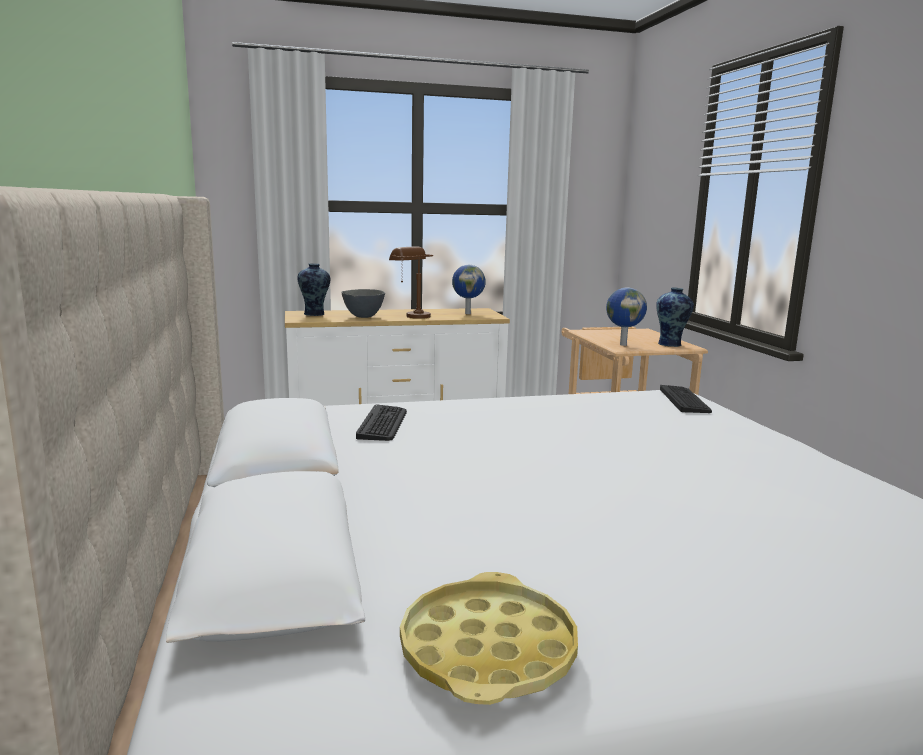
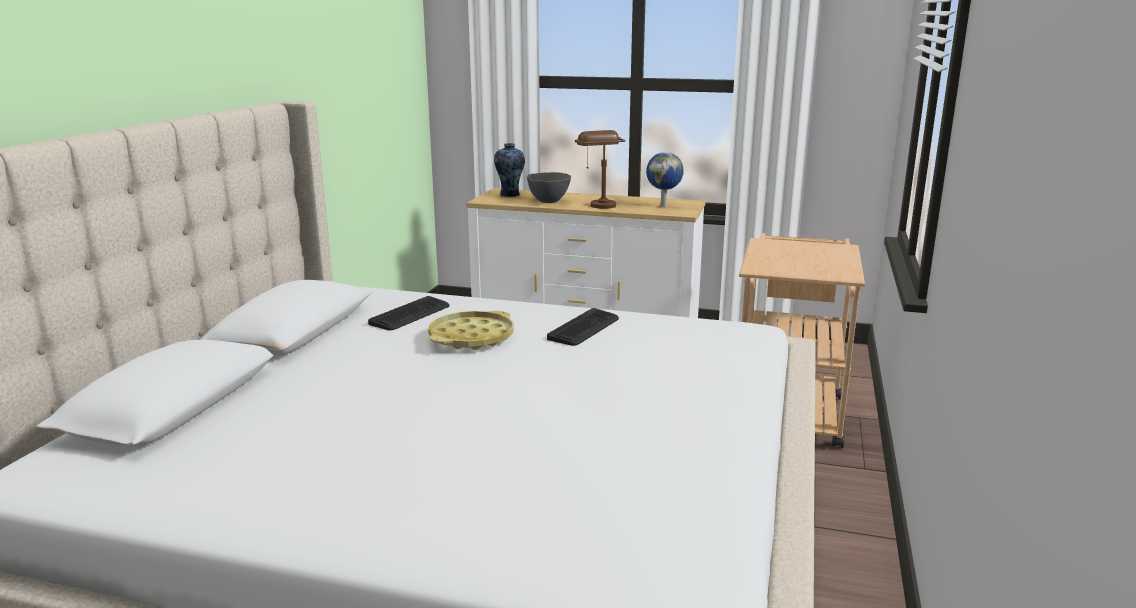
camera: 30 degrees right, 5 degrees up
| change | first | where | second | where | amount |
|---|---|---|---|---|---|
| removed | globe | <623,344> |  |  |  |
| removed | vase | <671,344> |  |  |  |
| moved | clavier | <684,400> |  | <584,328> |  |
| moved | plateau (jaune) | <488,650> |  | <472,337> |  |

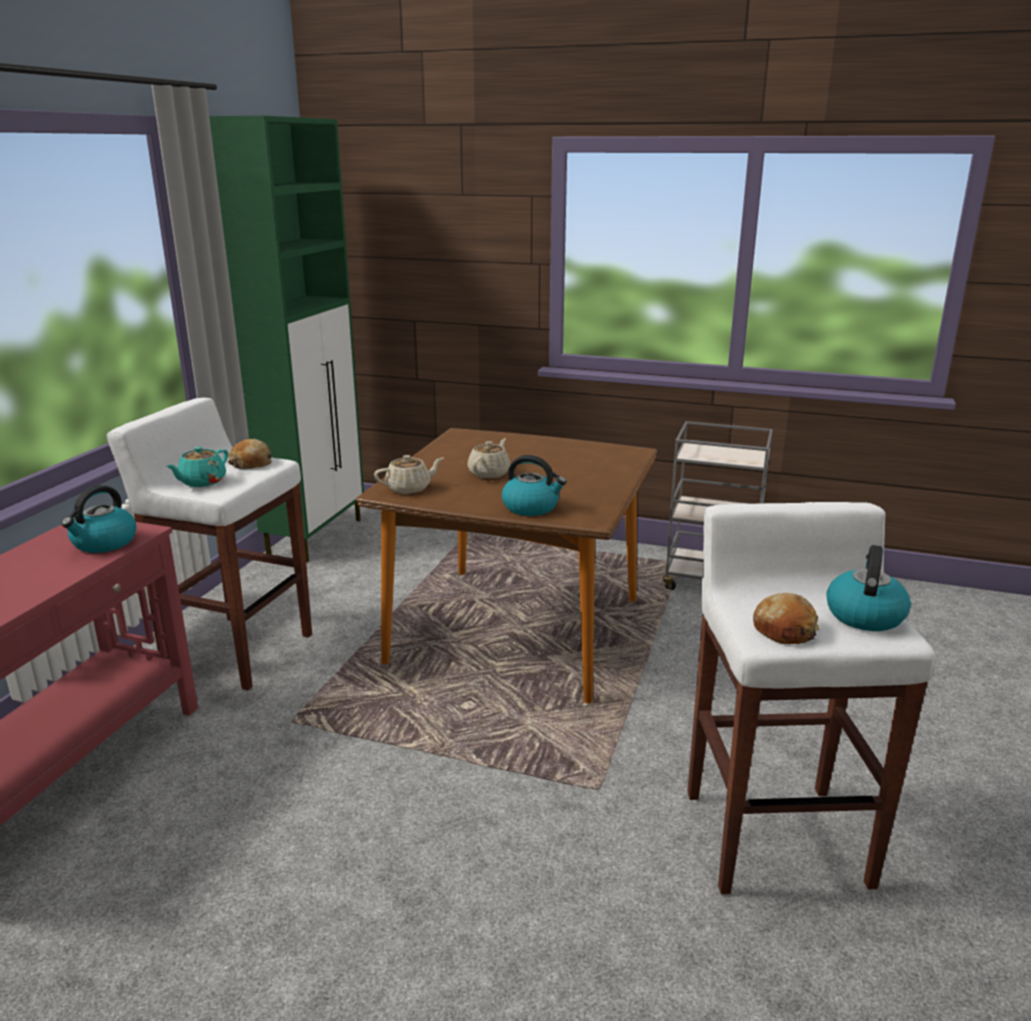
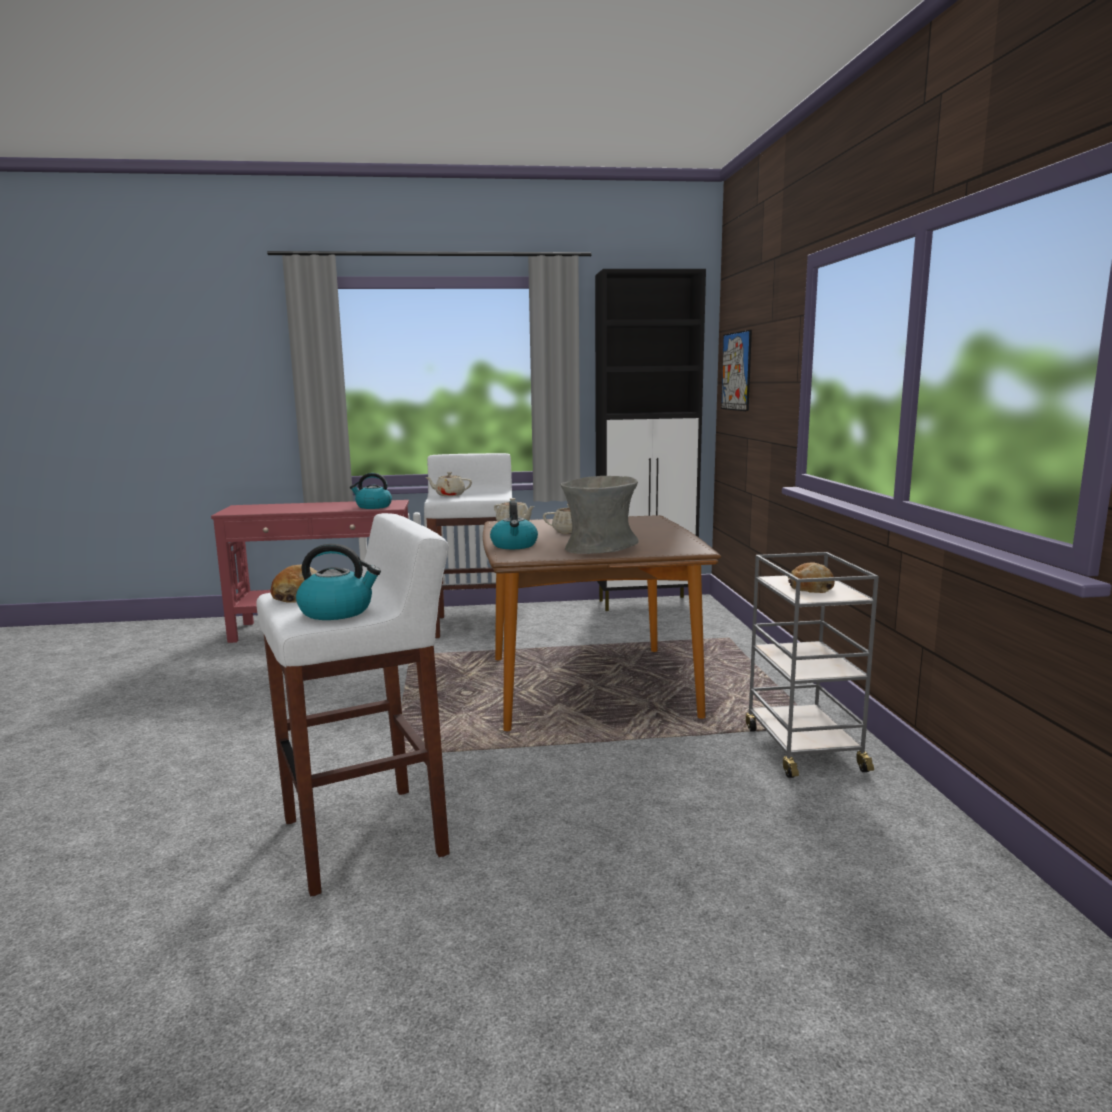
camera: 65 degrees right, 10 degrees down
| change | first | where | second | where | amount |
|---|---|---|---|---|---|
| recoloured | meuble de rangement (vert) | <316,536> | meuble de rangement (noir) | <646,603> |  |
| moved | pain | <251,463> |  | <811,588> |  |
| recoloured | théière (turquoise) | <201,482> | théière (beige) | <449,495> |  |
| added |  |  | tableau | <736,371> |  |
| added |  |  | vase (gris) | <599,549> |  |

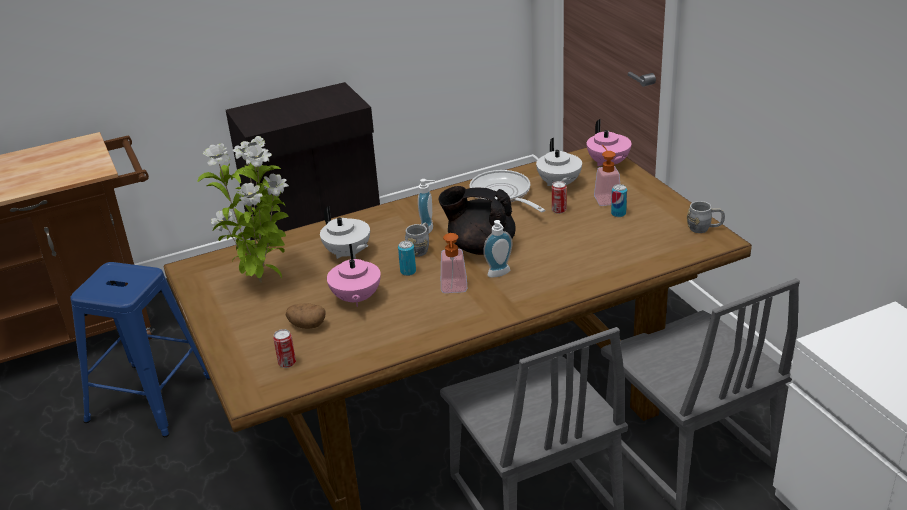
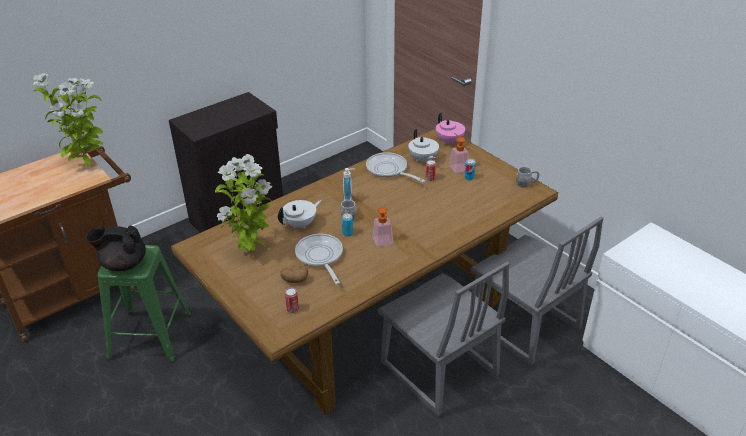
camera: 15 degrees left, 5 degrees up
| change | first | where | second | where | amount |
|---|---|---|---|---|---|
| moved | théière (noir) | <480,247> |  | <123,263> |  |
| turned | théière (blanc) | <347,254> |  | <301,224> | 75 degrees counterclockwise |
| removed | distributeur de savon | <500,274> |  |  |  |
| replaced | théière (rose) | <356,299> | poêle | <320,257> |  |
| recoloured | tabouret (bleu) | <147,399> | tabouret (vert) | <149,336> |  |
| added |  |  | plante en pot | <87,165> |  |

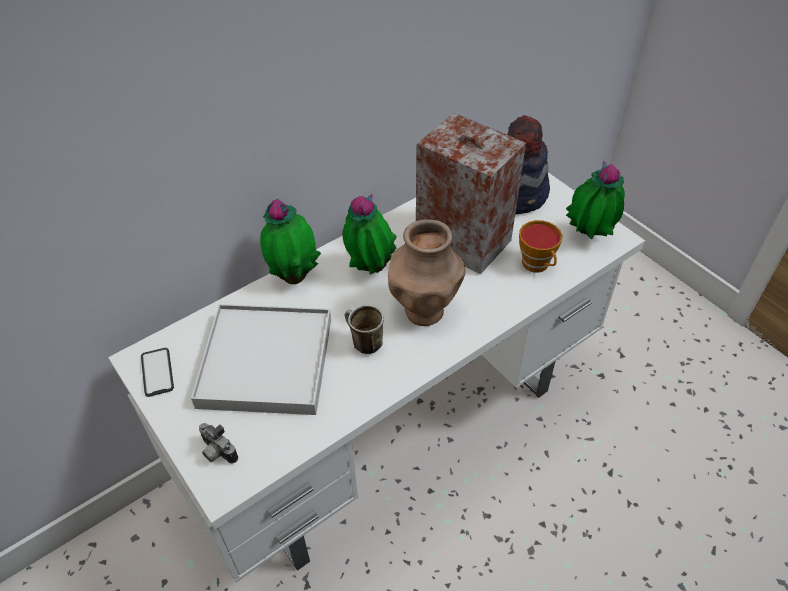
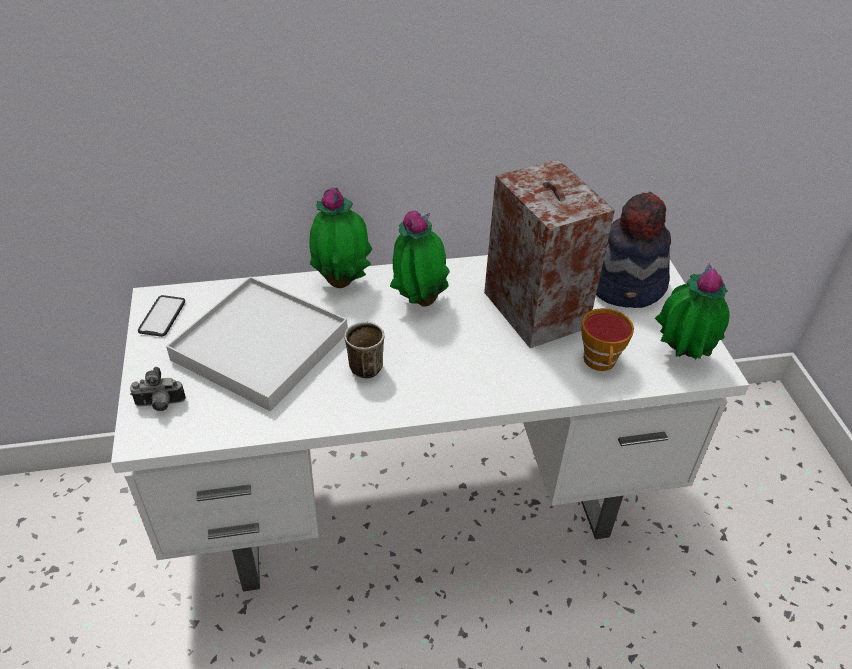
camera: 25 degrees right, 5 degrees down
| change | first | where | second | where | amount |
|---|---|---|---|---|---|
| removed | vase (marron) | <424,310> |  |  |  |
| turned | appareil photo | <217,452> |  | <160,405> | 75 degrees counterclockwise |

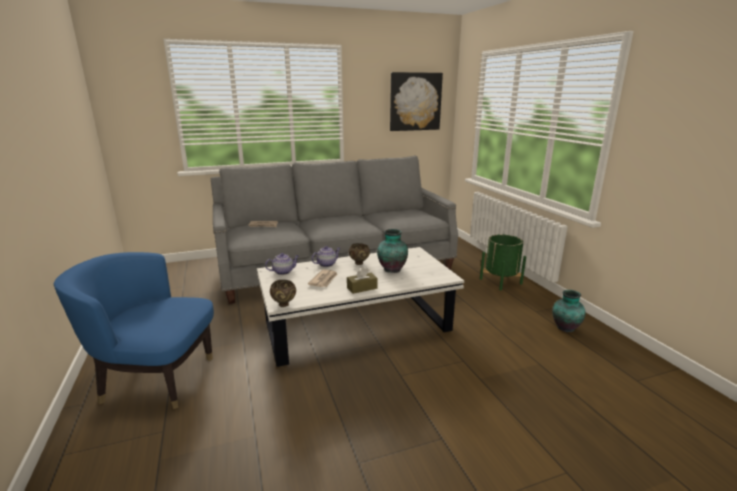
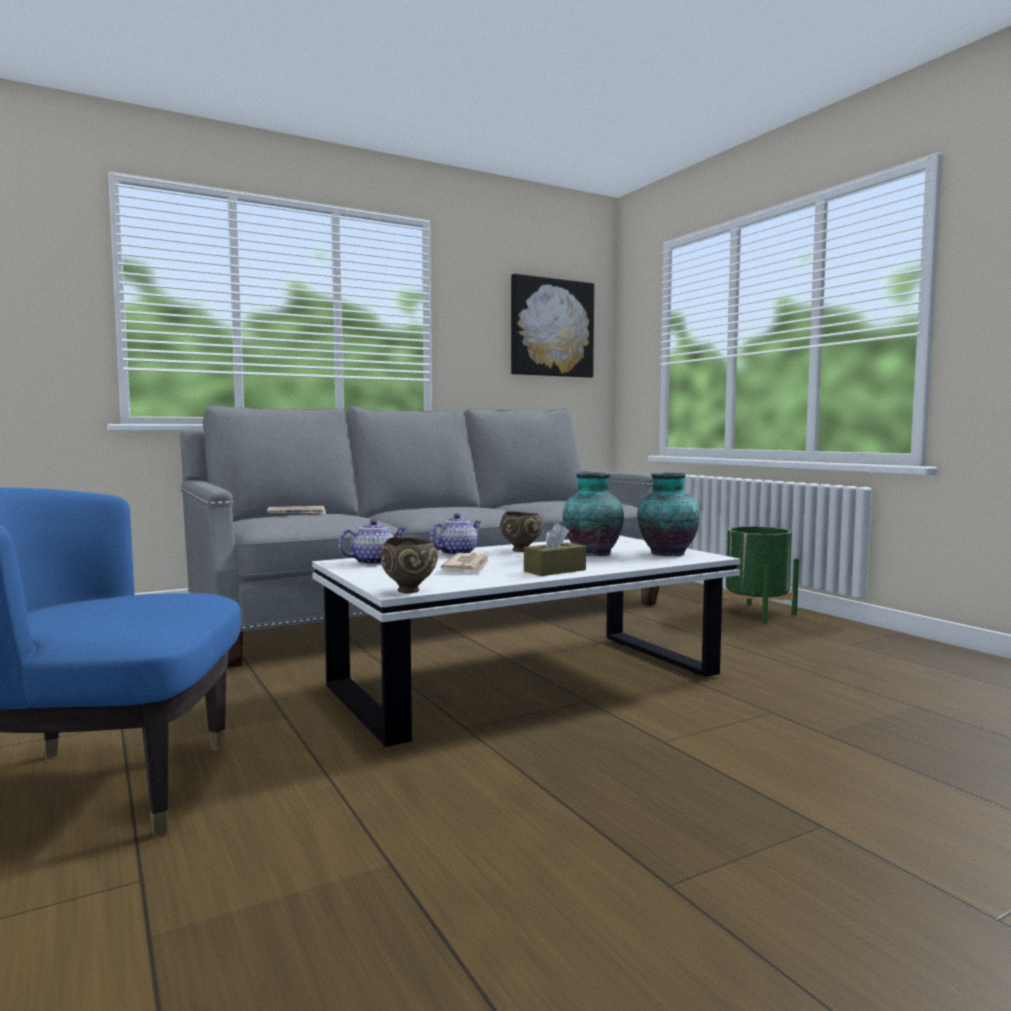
camera: 10 degrees left, 15 degrees down
| change | first | where | second | where | amount |
|---|---|---|---|---|---|
| moved | vase | <565,328> |  | <666,554> |  |

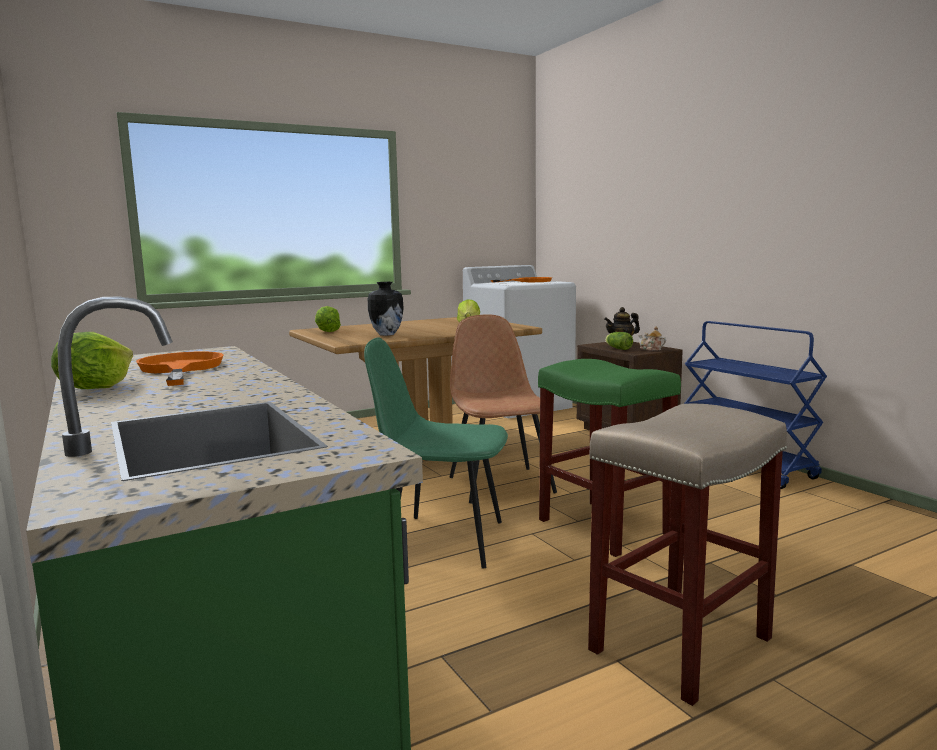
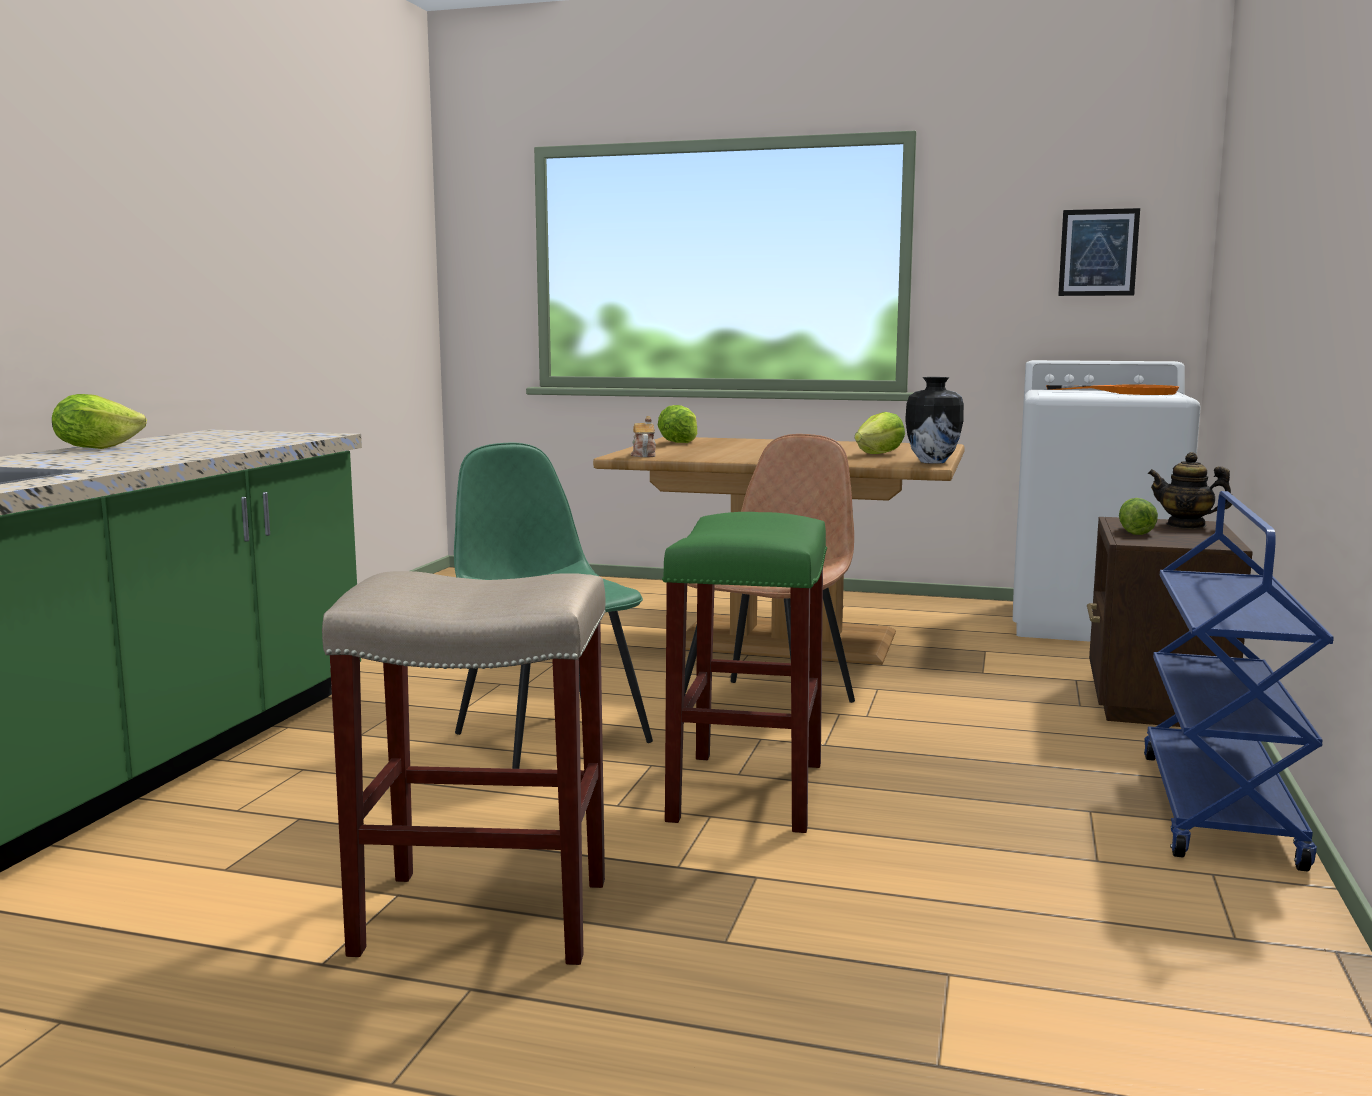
camera: 45 degrees right, 0 degrees up
| change | first | where | second | where | amount |
|---|---|---|---|---|---|
| moved | vase | <386,334> |  | <932,462> |  |
| moved | théière | <651,349> |  | <643,455> |  |
| removed | poêle (orange) | <180,369> |  |  |  |
| added |  |  | tableau | <1098,252> |  |

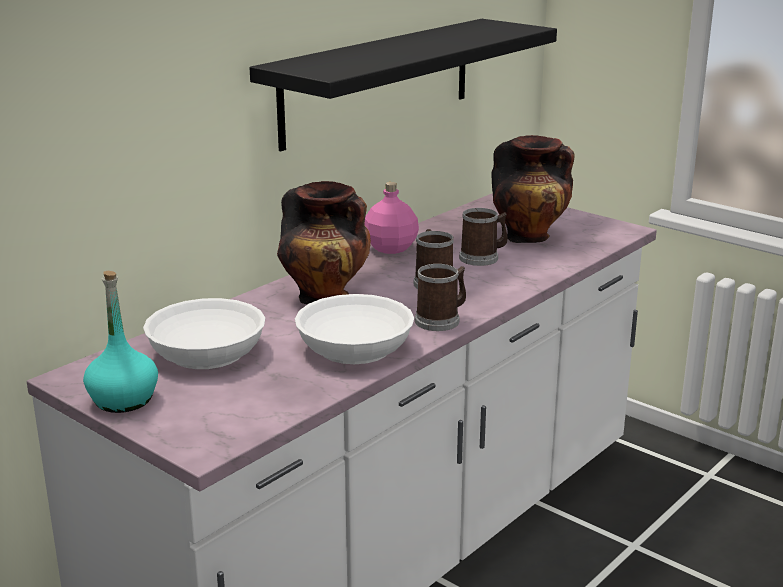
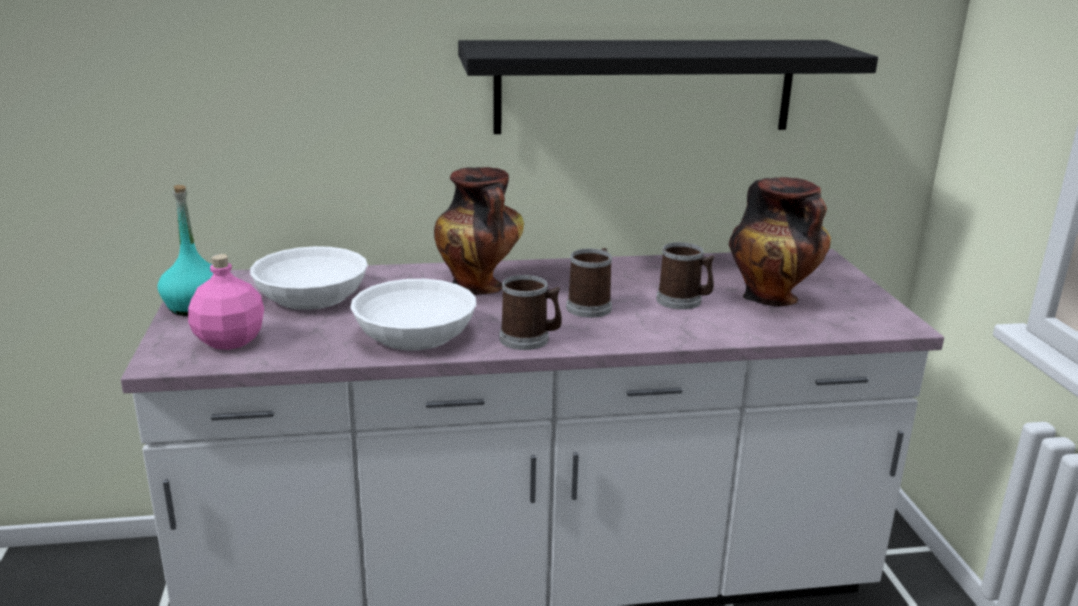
camera: 40 degrees right, 0 degrees up
| change | first | where | second | where | amount |
|---|---|---|---|---|---|
| moved | bouteille (rose) | <391,248> |  | <229,341> |  |

